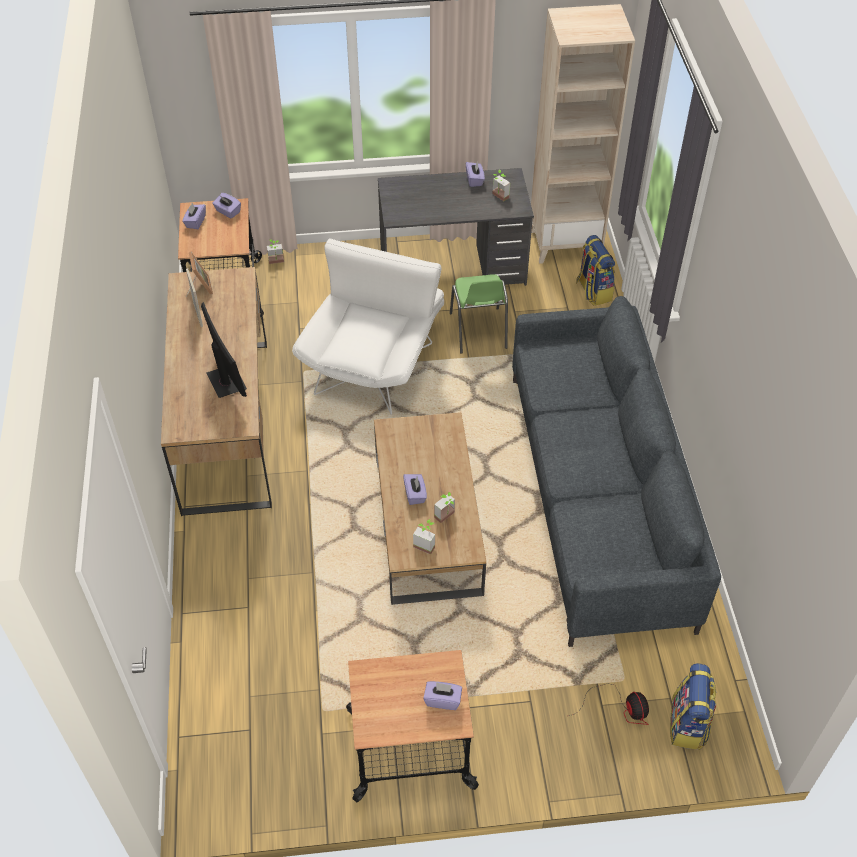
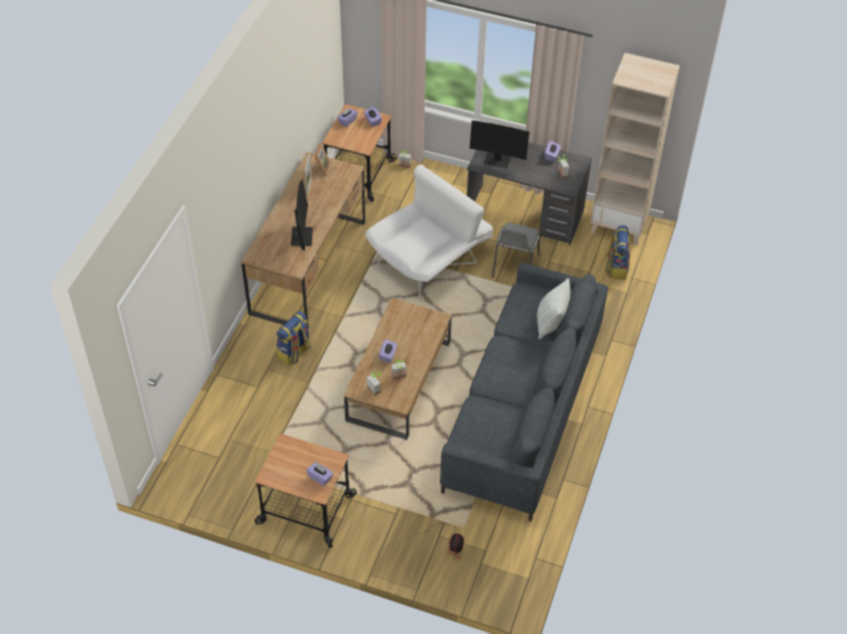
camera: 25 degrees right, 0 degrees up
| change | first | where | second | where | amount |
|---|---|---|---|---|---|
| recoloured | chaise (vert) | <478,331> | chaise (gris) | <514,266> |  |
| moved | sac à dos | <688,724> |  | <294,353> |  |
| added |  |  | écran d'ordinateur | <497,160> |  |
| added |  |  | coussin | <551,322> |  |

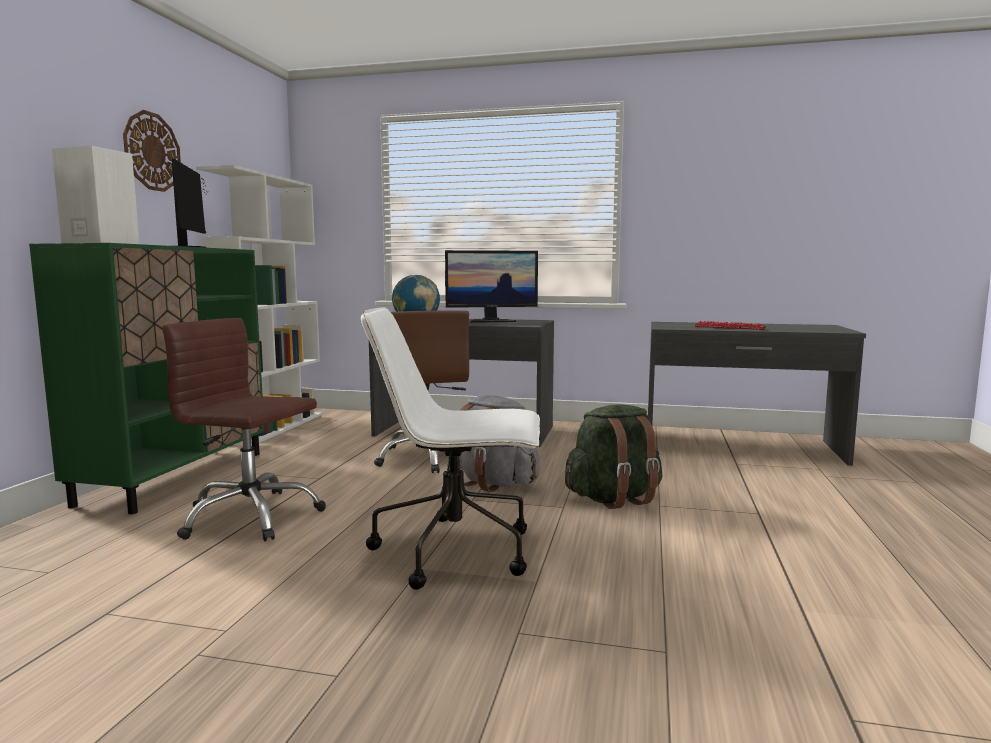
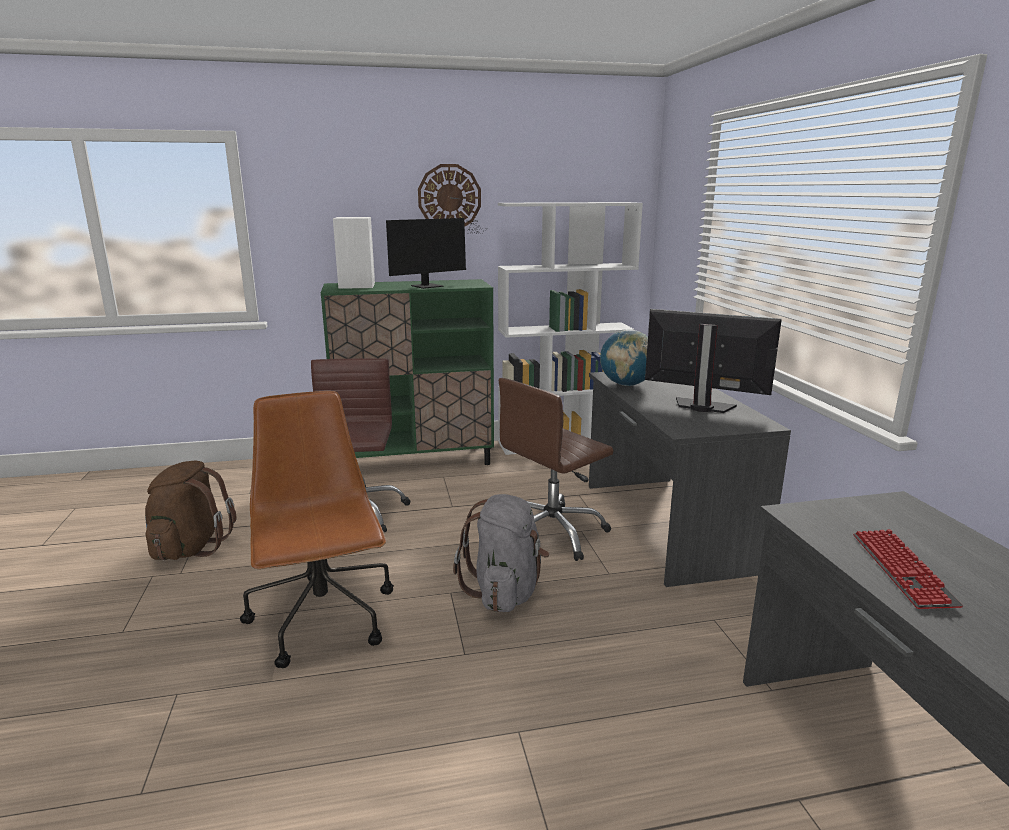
camera: 65 degrees right, 10 degrees up
| change | first | where | second | where | amount |
|---|---|---|---|---|---|
| turned | écran d'ordinateur | <491,321> |  | <702,406> | 150 degrees clockwise |
| recoloured | chaise de bureau (blanc) | <457,550> | chaise de bureau (marron) | <324,620> |  |
| removed | sac à dos (vert) | <614,499> |  |  |  |
| added |  |  | sac à dos (marron) | <190,547> |  |

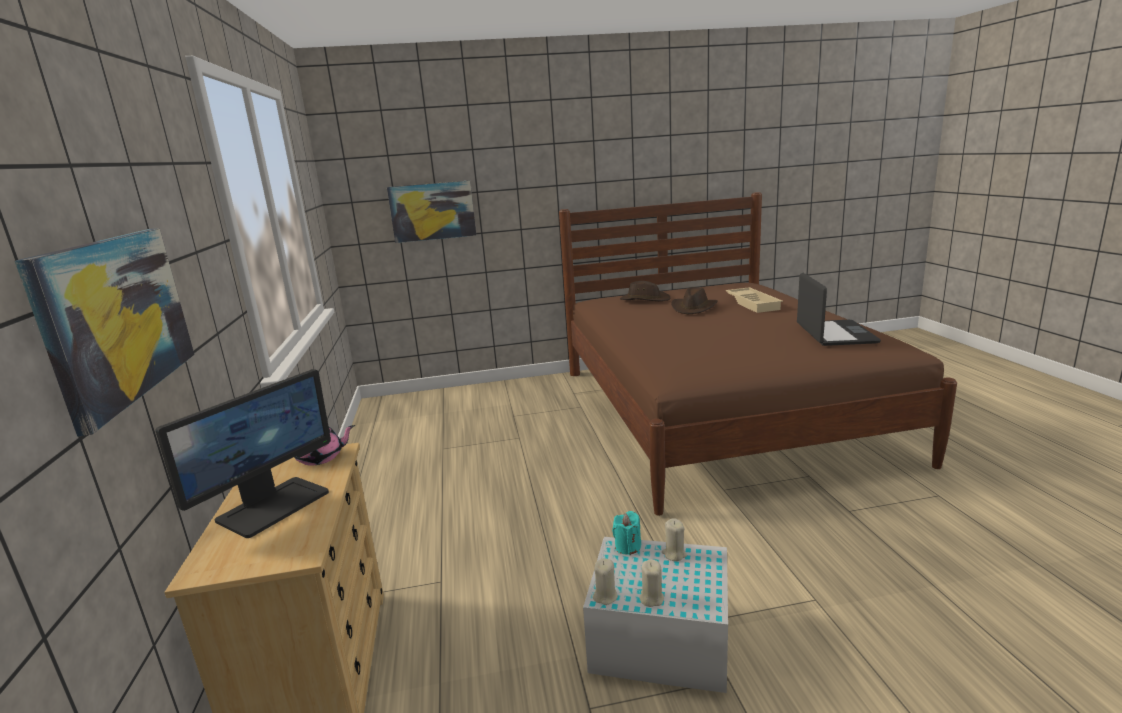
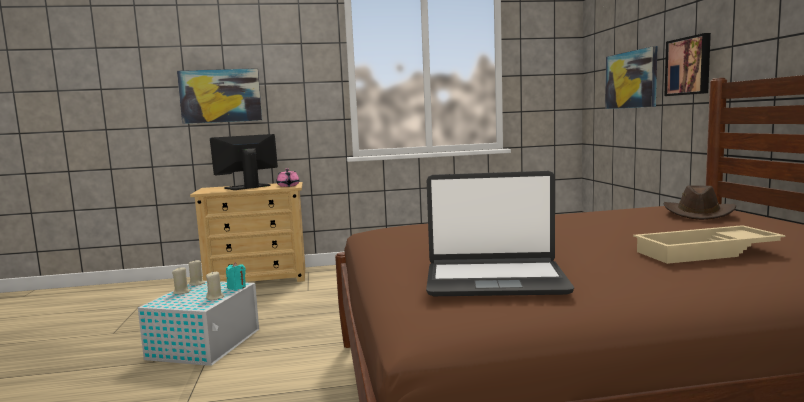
camera: 90 degrees right, 10 degrees down
| change | first | where | second | where | amount |
|---|---|---|---|---|---|
| removed | chapeau (marron) | <694,308> |  |  |  |
| turned | écran d'ordinateur | <273,505> |  | <247,187> | 105 degrees clockwise |
| added |  |  | tableau | <689,66> |  |

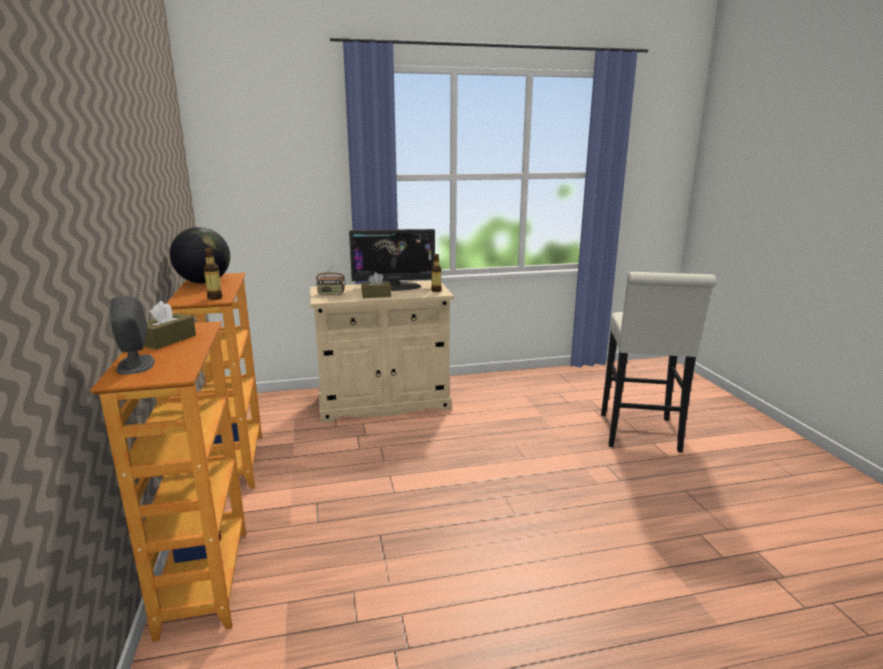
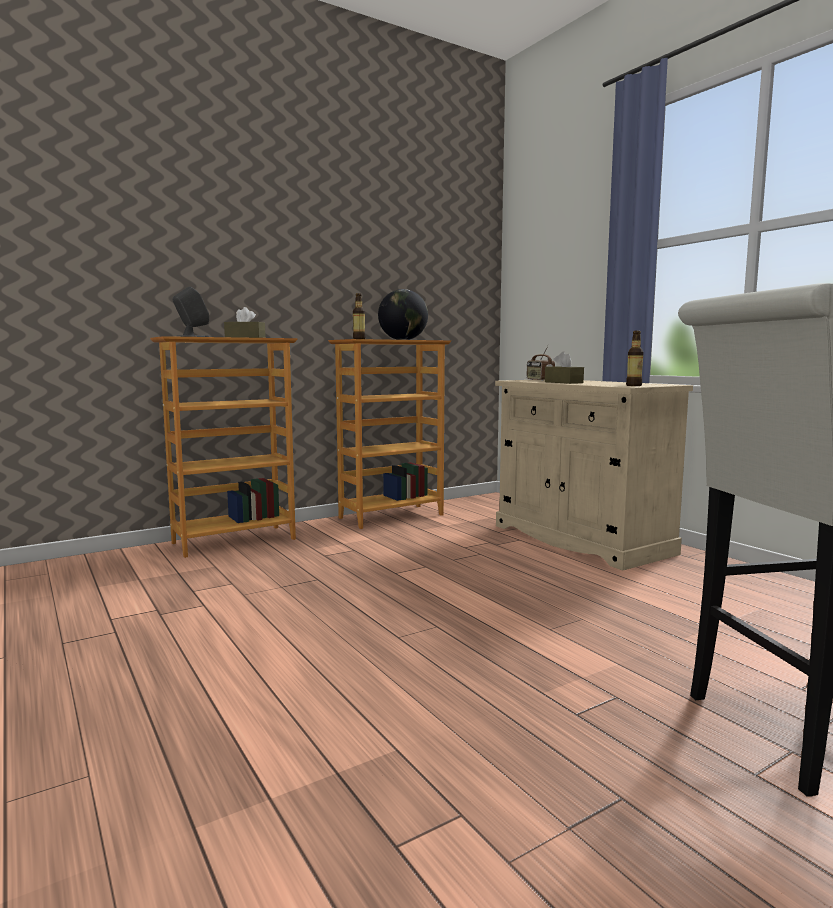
camera: 70 degrees right, 10 degrees down
| change | first | where | second | where | amount |
|---|---|---|---|---|---|
| removed | écran d'ordinateur | <394,287> |  |  |  |

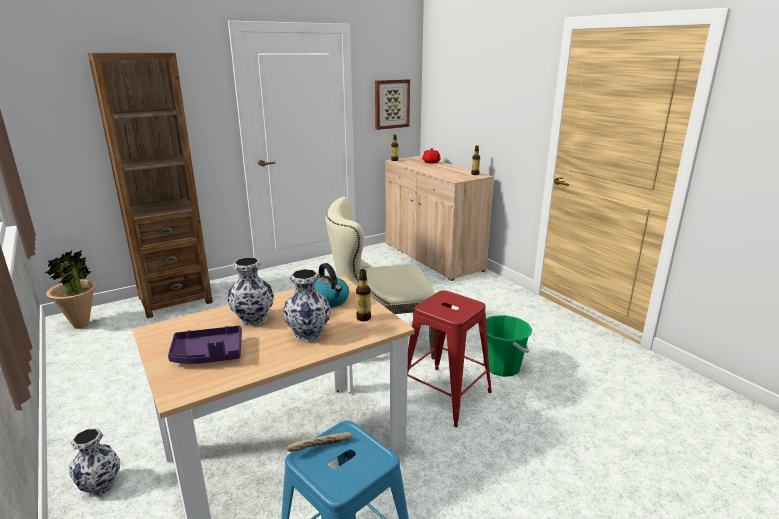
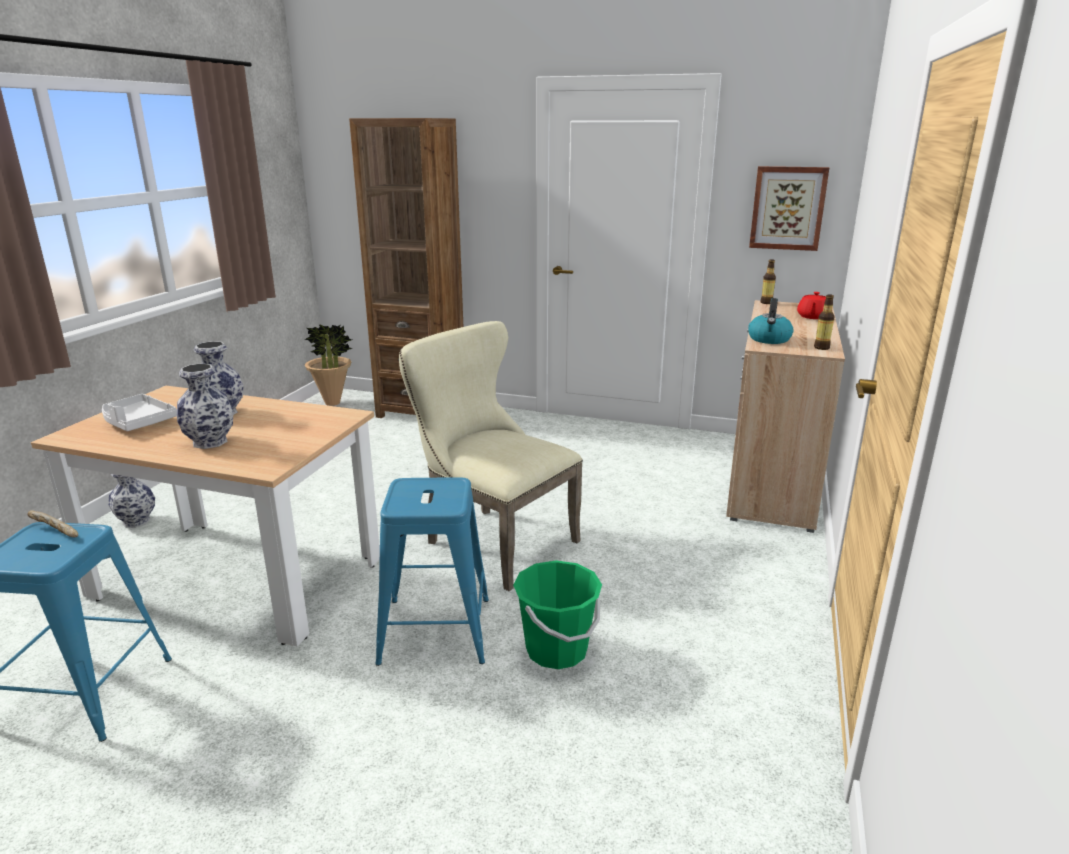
camera: 50 degrees right, 0 degrees up
| change | first | where | second | where | amount |
|---|---|---|---|---|---|
| moved | bouilloire | <329,301> |  | <769,339> |  |
| removed | bouteille | <363,318> |  |  |  |
| recoloured | tabouret (rouge) | <444,395> | tabouret (bleu) | <435,630> |  |
| recoloured | plateau (violet) | <208,354> | plateau (blanc) | <137,422> |  |

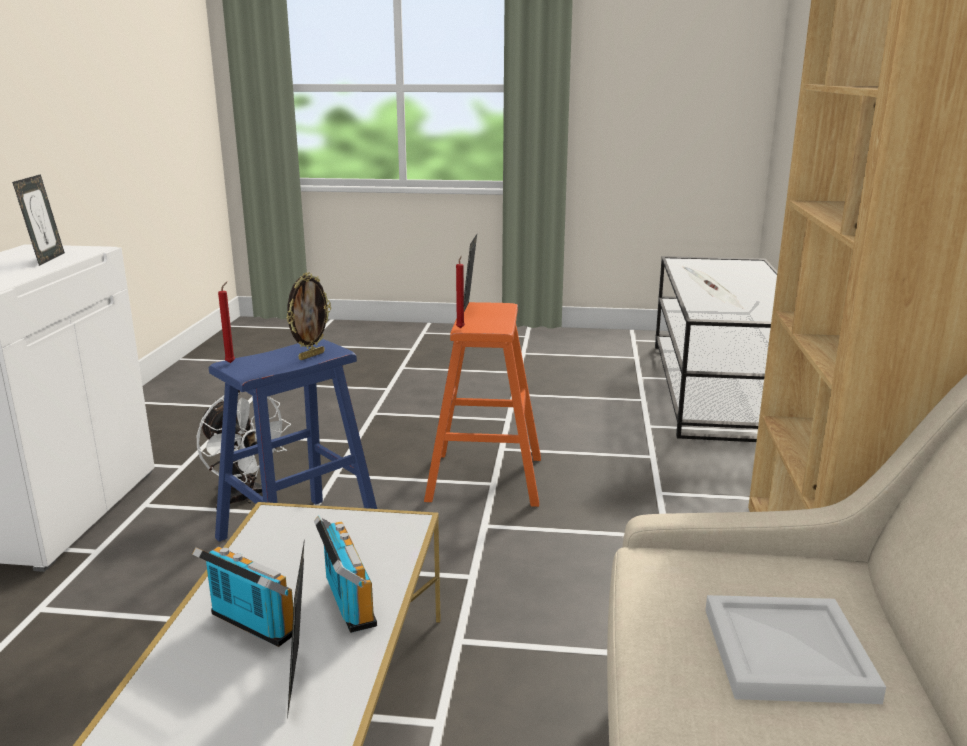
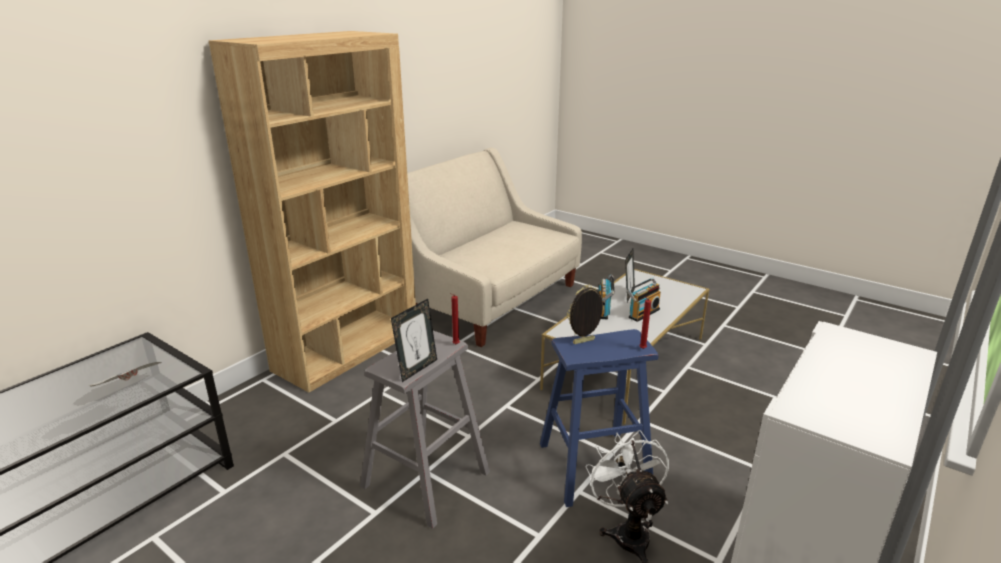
camera: 150 degrees left, 5 degrees up
| change | first | where | second | where | amount |
|---|---|---|---|---|---|
| removed | cadre photo | <47,259> |  |  |  |
| recoloured | tabouret (orange) | <485,479> | tabouret (gris) | <426,479> |  |
| turned | radio | <250,626> |  | <642,313> | 105 degrees counterclockwise |
| removed | plateau (blanc) | <785,655> |  |  |  |

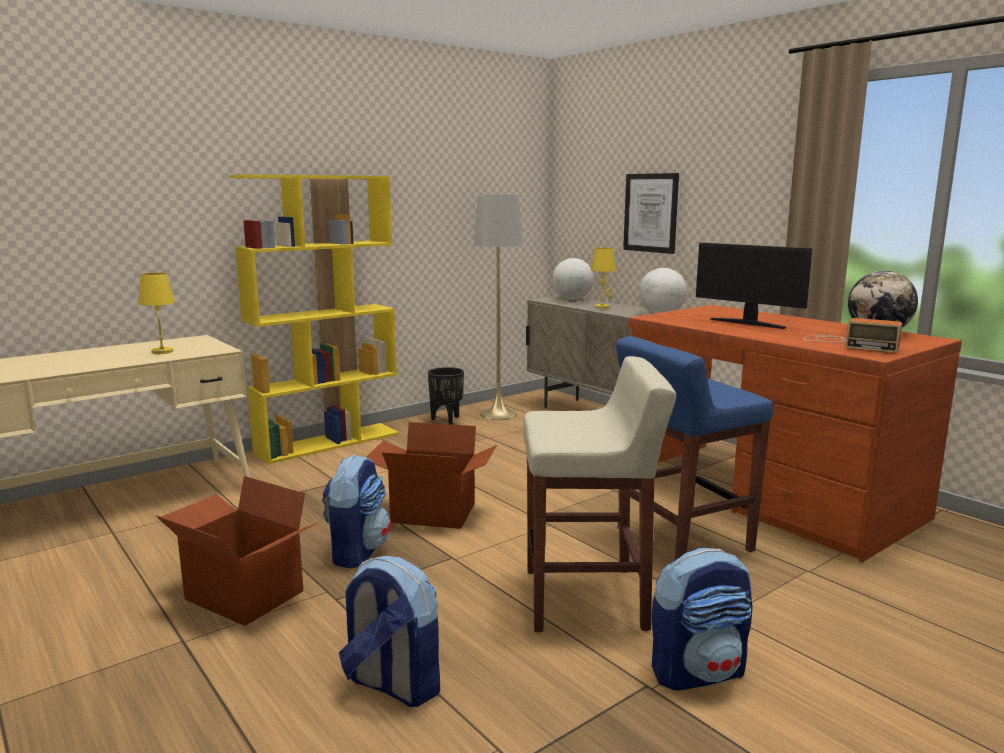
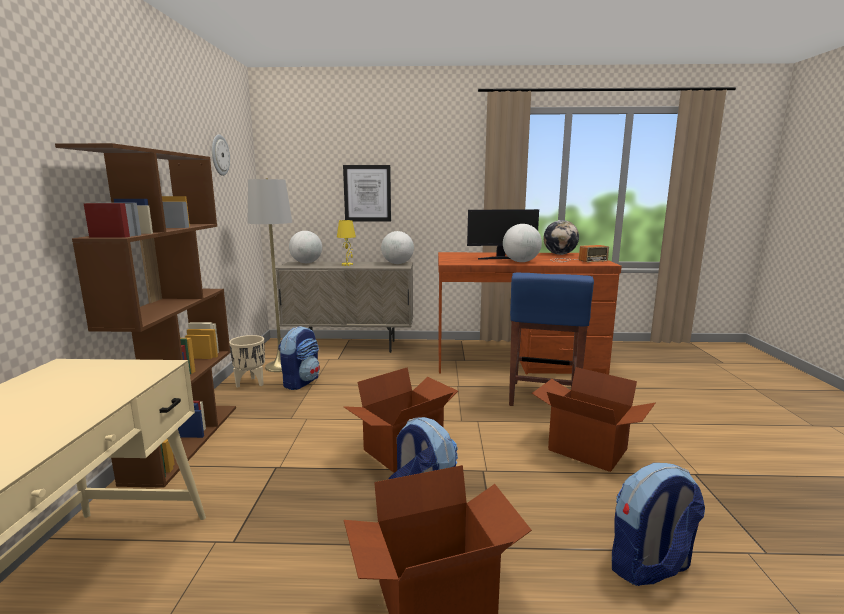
camera: 50 degrees left, 0 degrees up
| change | first | where | second | where | amount |
|---|---|---|---|---|---|
| recoloured | bibliothèque (jaune) | <328,443> | bibliothèque (marron) | <184,441> |  |
| removed | lampe de table (jaune) | <162,352> |  |  |  |
| replaced | tabouret (beige) | <587,599> | carton | <586,450> |  |
| recoloured | cache-pot (noir) | <447,420> | cache-pot (beige) | <251,383> |  |
| moved | sac à dos | <698,672> |  | <301,382> |  |
| added |  |  | horloge murale | <219,155> |  |
| added |  |  | globe | <521,262> |  |

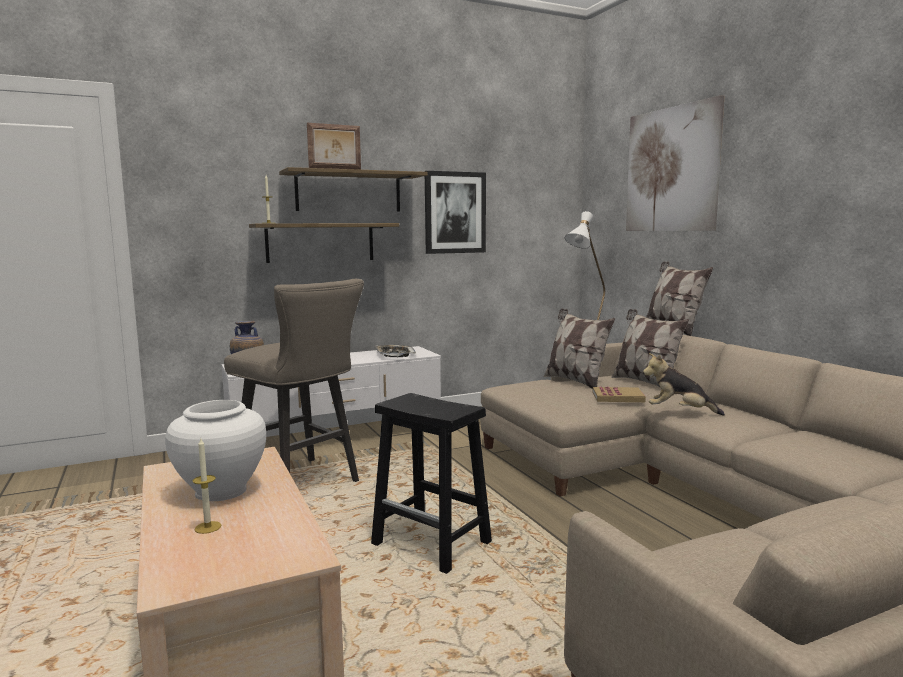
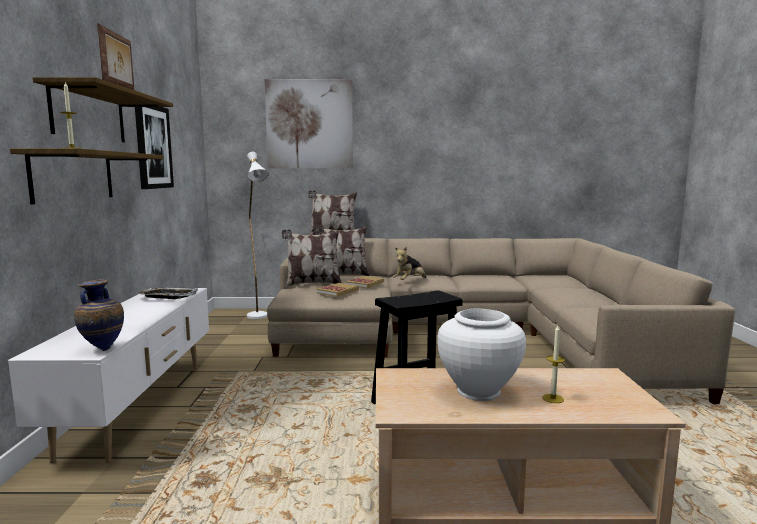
camera: 65 degrees left, 0 degrees up
| change | first | where | second | where | amount |
|---|---|---|---|---|---|
| removed | tabouret (beige) | <303,485> |  |  |  |
| added |  |  | livre | <338,291> |  |

